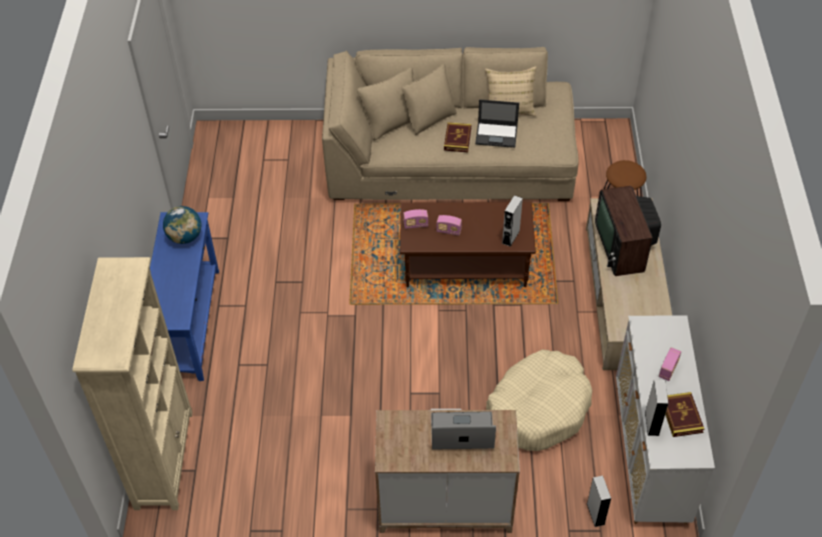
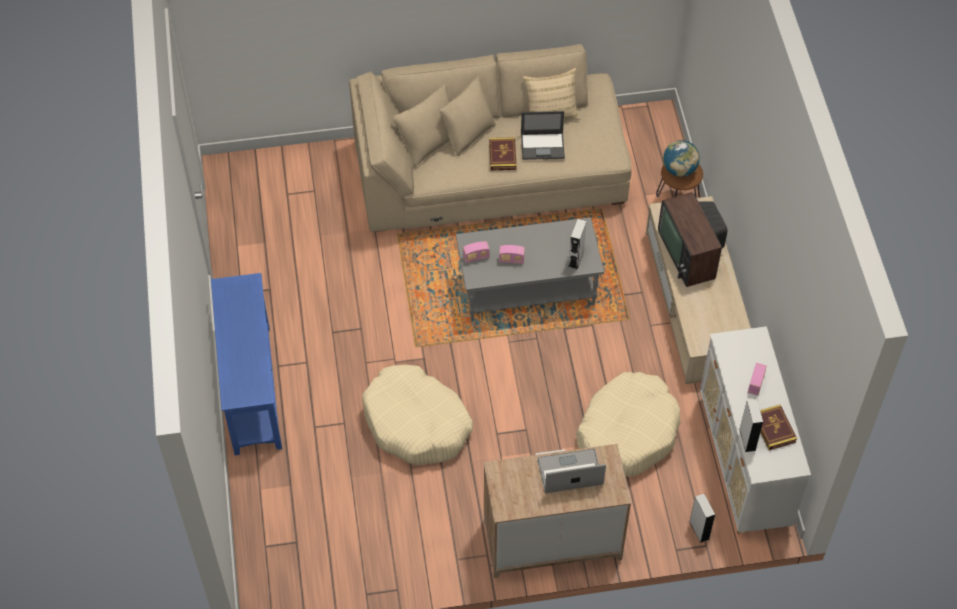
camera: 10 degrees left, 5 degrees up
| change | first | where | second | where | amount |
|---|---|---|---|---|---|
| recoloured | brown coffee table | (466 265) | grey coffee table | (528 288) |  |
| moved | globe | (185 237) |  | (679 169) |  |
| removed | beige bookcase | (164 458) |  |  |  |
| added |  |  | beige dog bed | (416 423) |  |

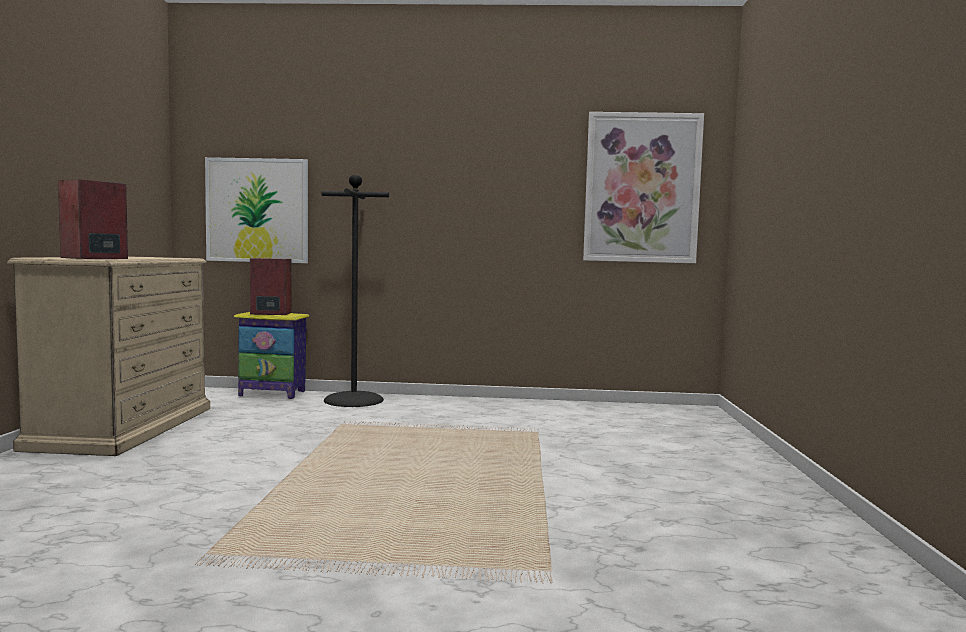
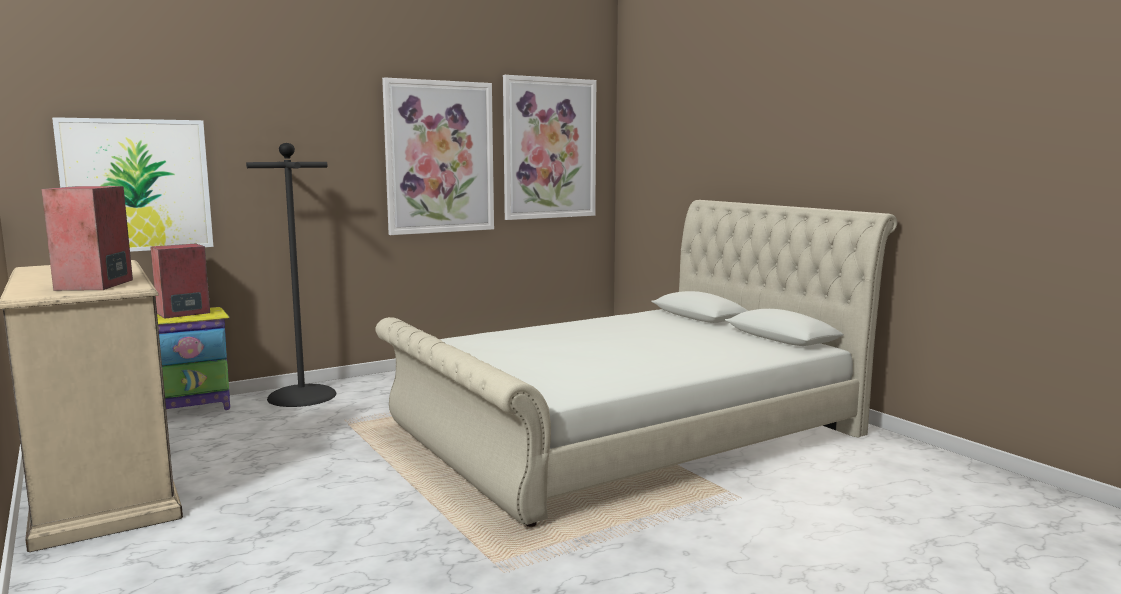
camera: 35 degrees left, 5 degrees up
| change | first | where | second | where | amount |
|---|---|---|---|---|---|
| added |  |  | picture | (439 157) |  |
| added |  |  | beige bed | (629 429) |  |

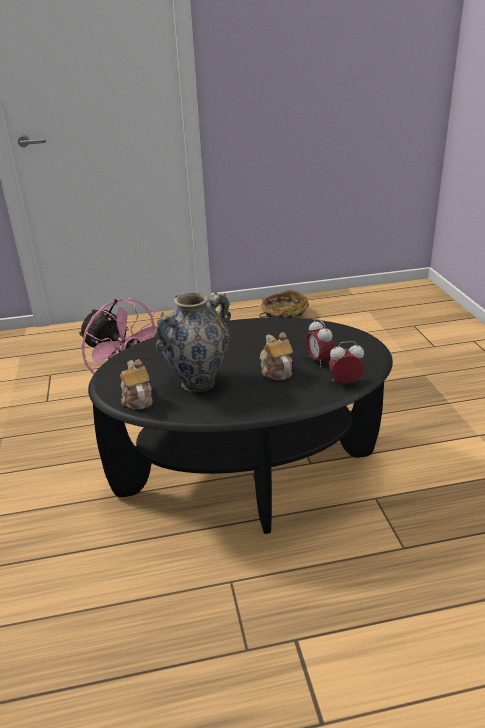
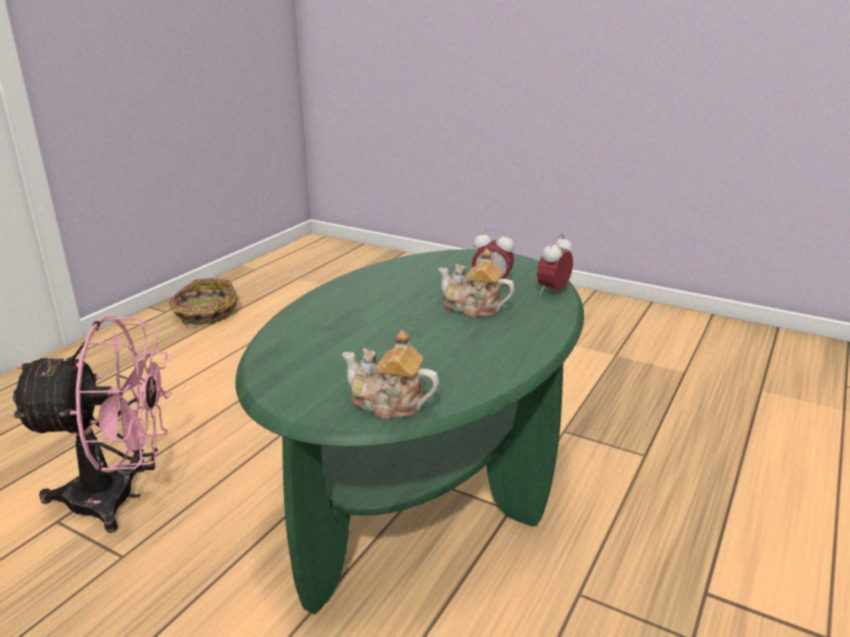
camera: 50 degrees left, 5 degrees down
| change | first | where | second | where | amount |
|---|---|---|---|---|---|
| removed | vase | (198 383) |  |  |  |
| recoloured | black coffee table | (247 474) | green coffee table | (425 484) |  |

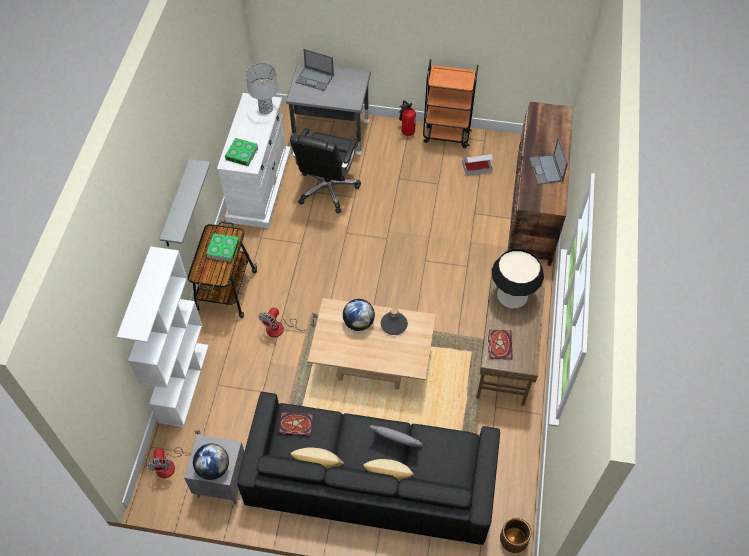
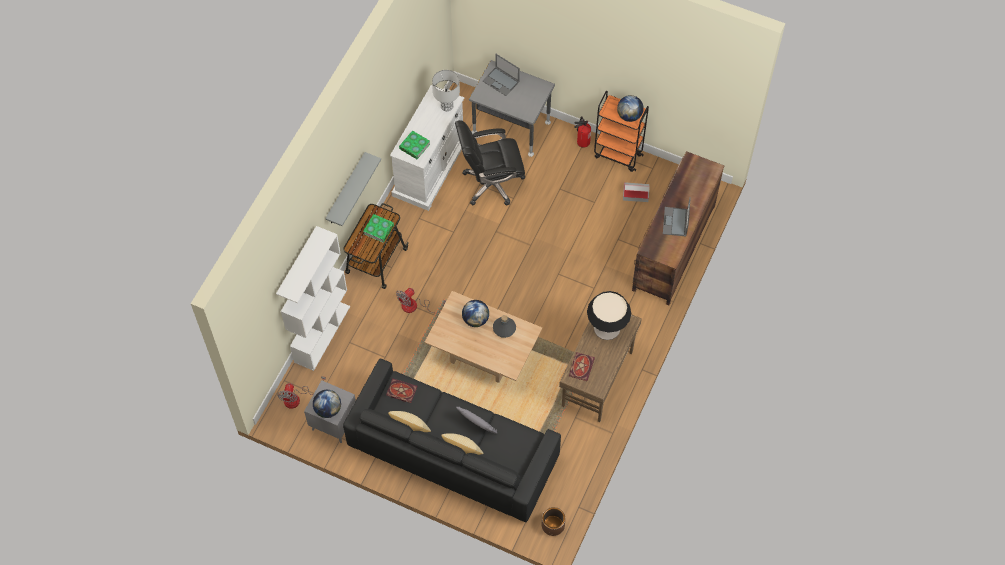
camera: 15 degrees right, 5 degrees up
| change | first | where | second | where | amount |
|---|---|---|---|---|---|
| turned | black office chair | (327 188) |  | (491 184) | 45 degrees clockwise |
| added |  |  | globe | (629 115) |  |

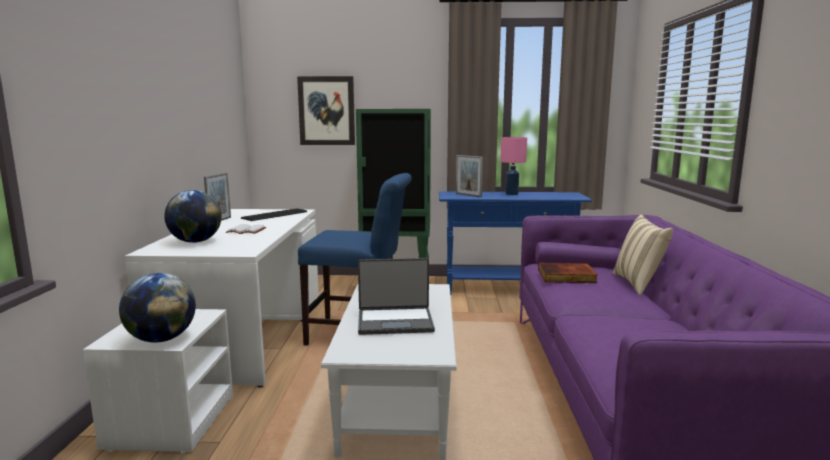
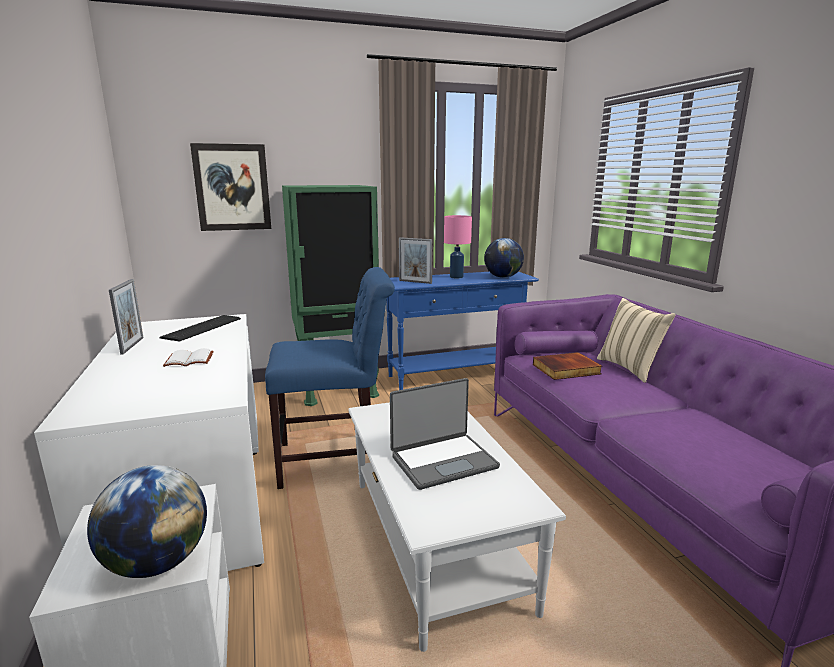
camera: 20 degrees left, 5 degrees up
| change | first | where | second | where | amount |
|---|---|---|---|---|---|
| moved | globe | (195 241) |  | (502 277) |  |

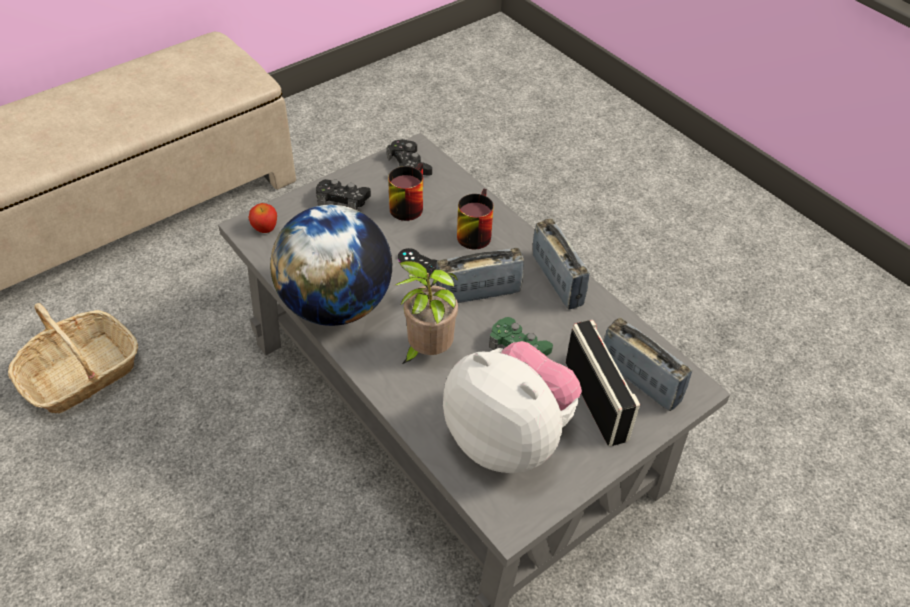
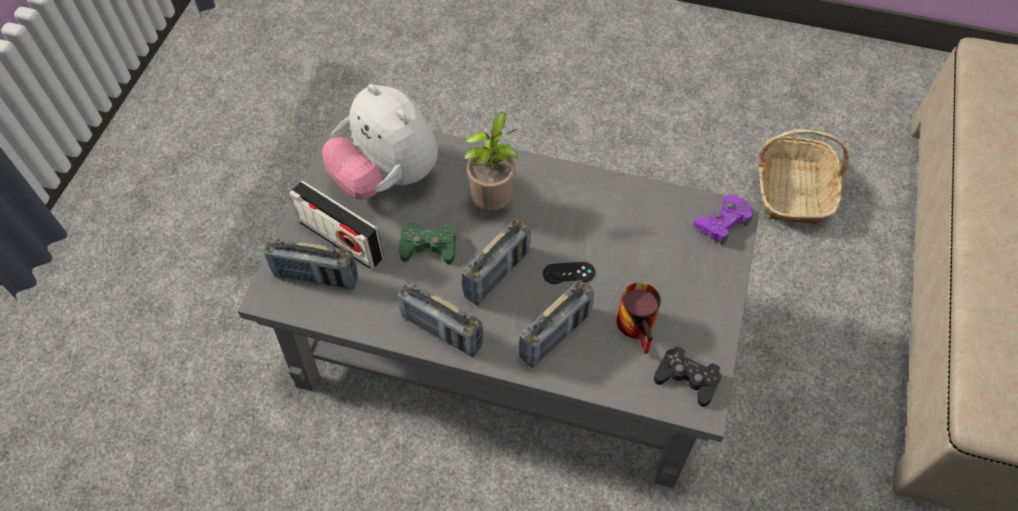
camera: 145 degrees right, 10 degrees up
| change | first | where | second | where | amount |
|---|---|---|---|---|---|
| removed | black game controller | (343 200) |  |  |  |
| replaced | mug | (472 232) | radio | (555 336) |  |
| replaced | apple | (265 228) | purple game controller | (722 223) |  |
| removed | globe | (336 305) |  |  |  |
| turned | plush toy | (509 437) |  | (387 177) | 45 degrees clockwise |

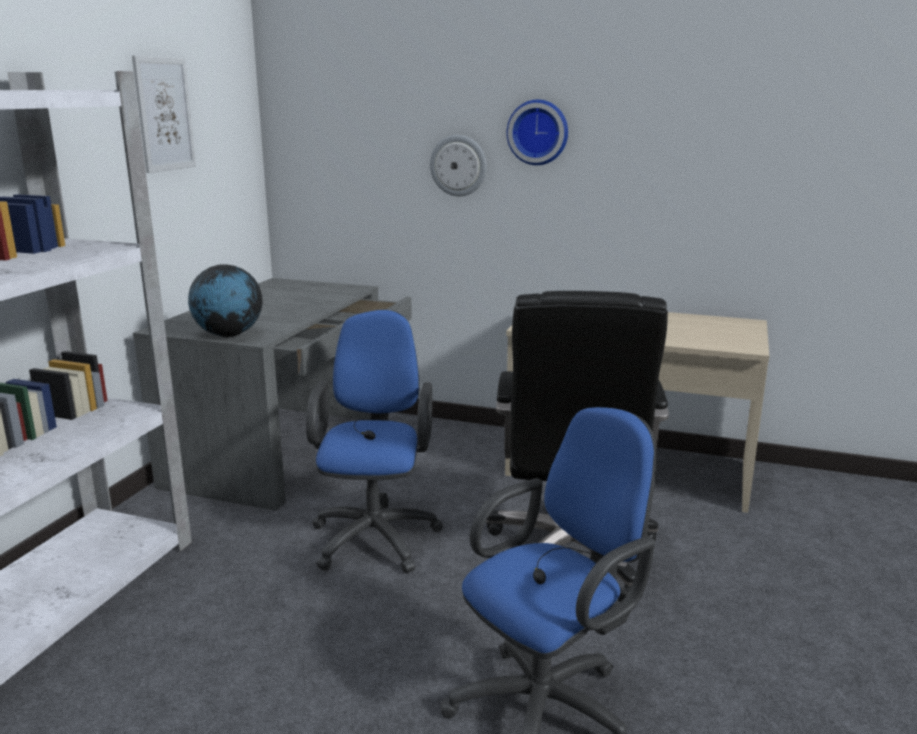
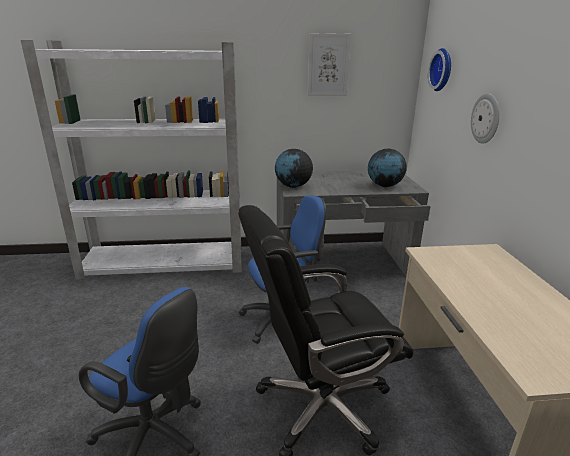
camera: 65 degrees right, 5 degrees up
| change | first | where | second | where | amount |
|---|---|---|---|---|---|
| moved | wall clock | (538 132) |  | (443 70) |  |
| added |  |  | globe | (384 186) |  |

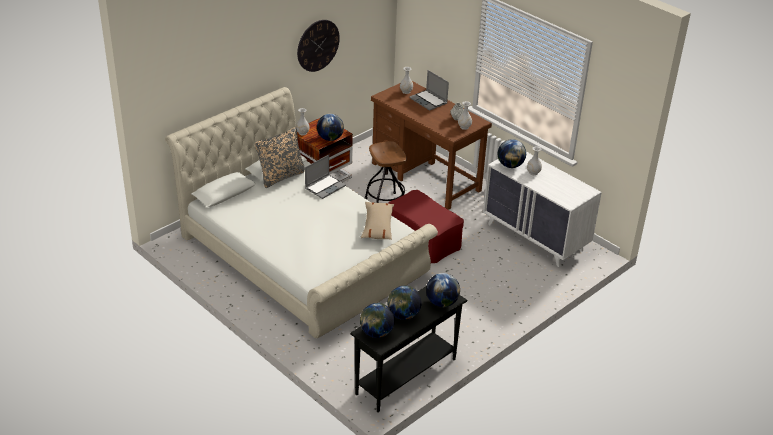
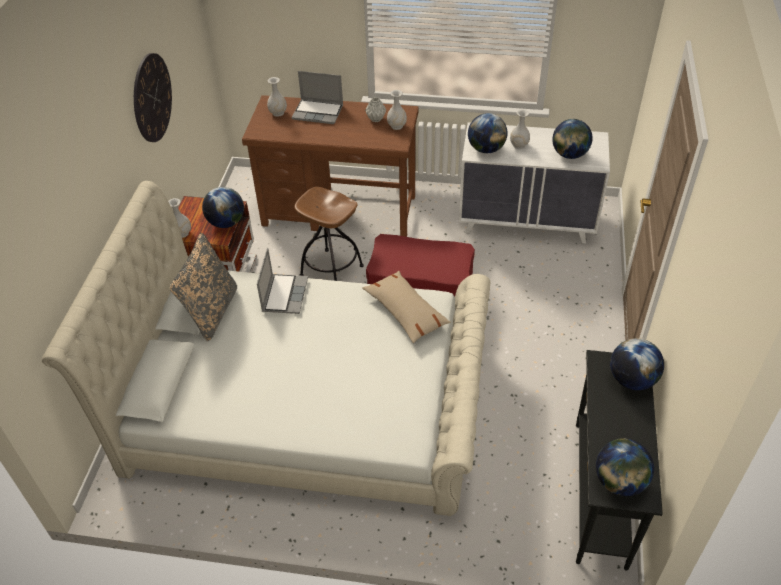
camera: 35 degrees left, 10 degrees up
| change | first | where | second | where | amount |
|---|---|---|---|---|---|
| moved | globe | (403 315) |  | (569 155) |  |

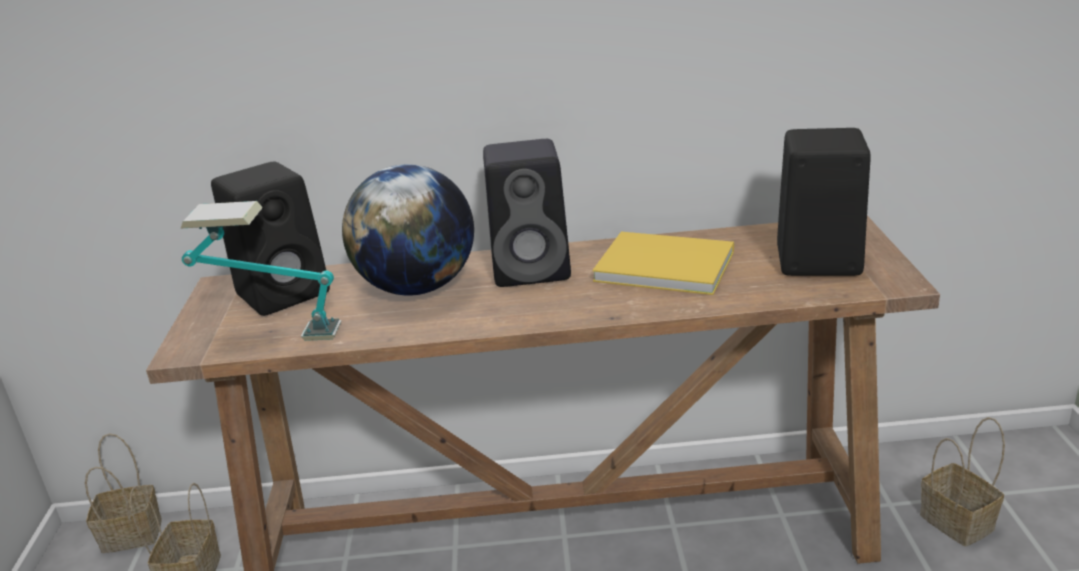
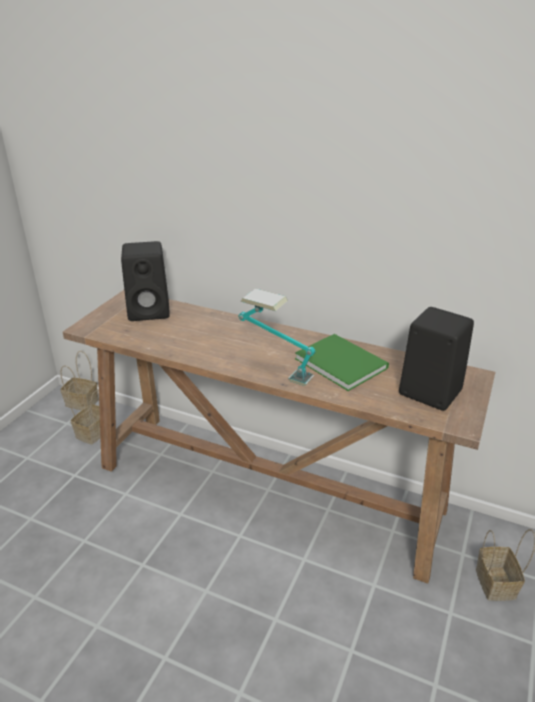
camera: 25 degrees right, 5 degrees up
| change | first | where | second | where | amount |
|---|---|---|---|---|---|
| removed | black speaker | (534 269) |  |  |  |
| removed | globe | (418 287) |  |  |  |
| moved | table lamp | (273 334) |  | (275 370) |  |
| recoloured | yellow book | (661 264) | green book | (340 361) |  |

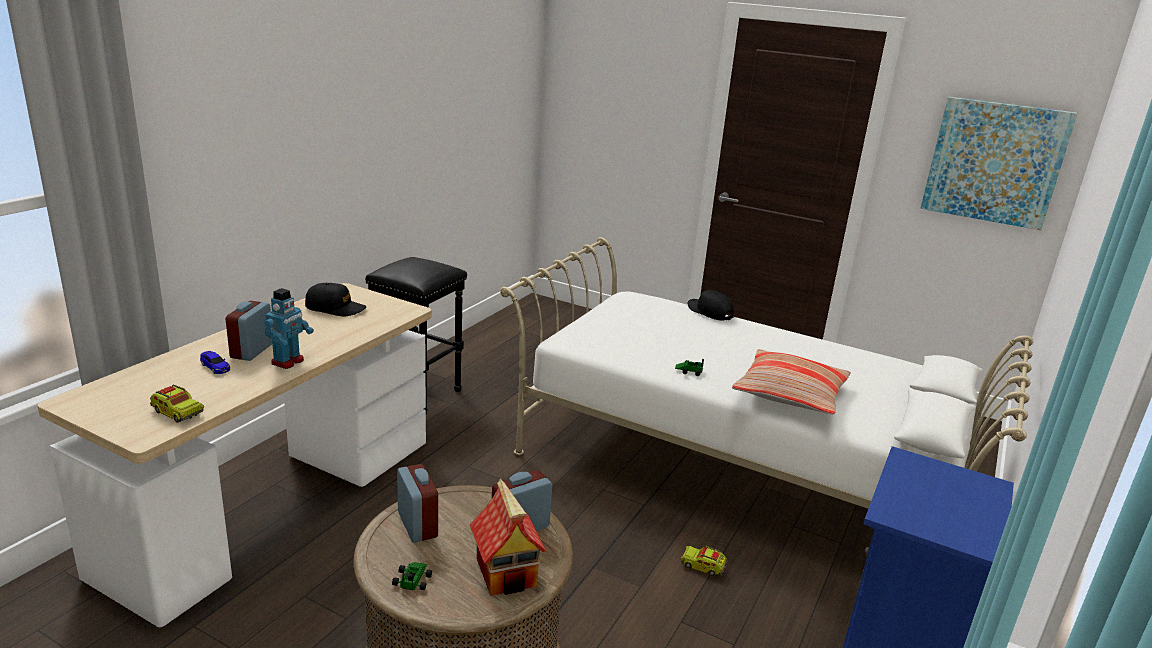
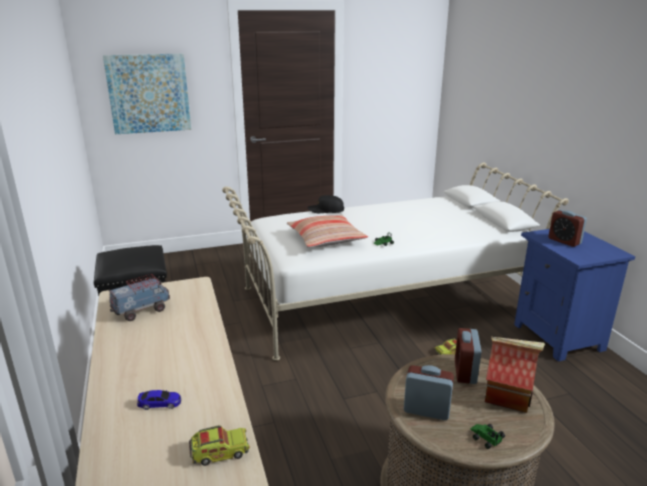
camera: 45 degrees left, 0 degrees up
| change | first | where | second | where | amount |
|---|---|---|---|---|---|
| moved | picture | (994 162) |  | (149 93) |  |
| replaced | black cap | (335 308) | toy truck | (141 311) |  |
| removed | toy robot | (288 362) |  |  |  |
| moved | alarm clock | (252 351) |  | (564 241) |  |
| moved | pillow | (790 393) |  | (326 239) |  |

